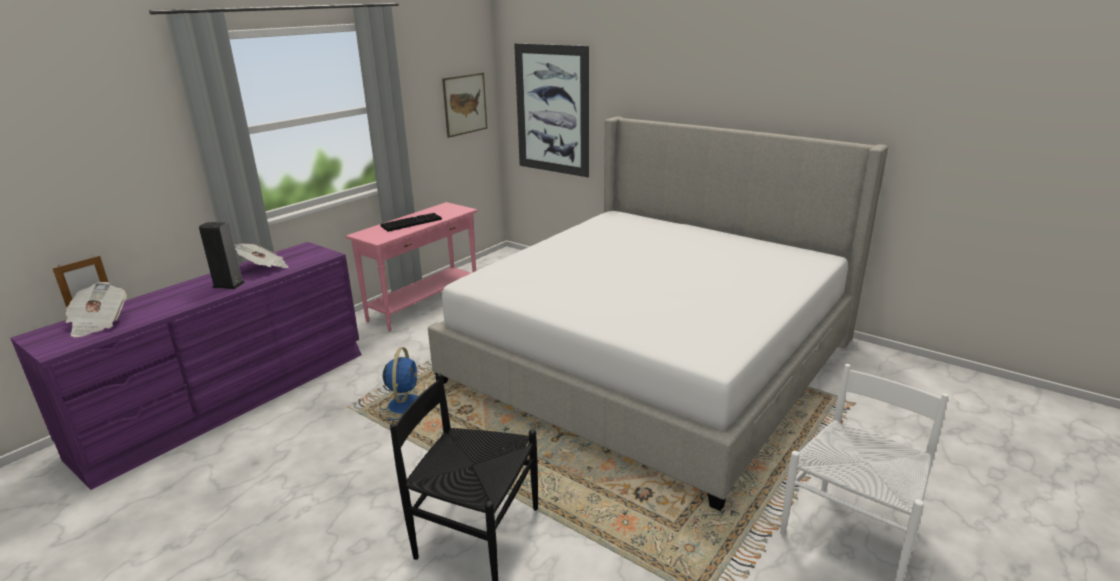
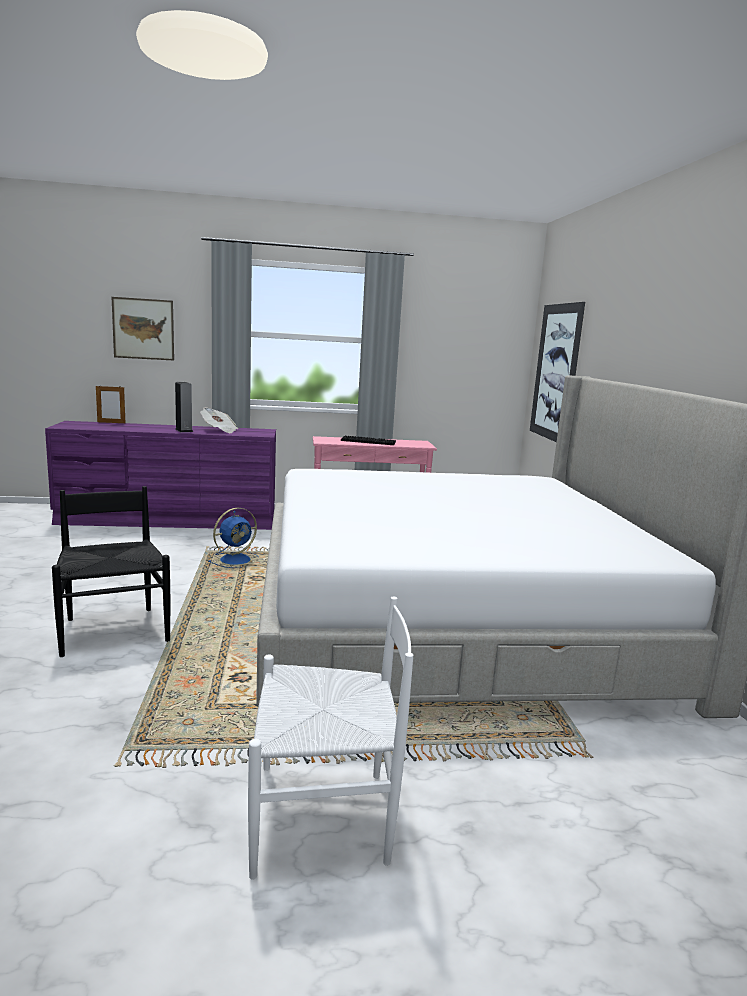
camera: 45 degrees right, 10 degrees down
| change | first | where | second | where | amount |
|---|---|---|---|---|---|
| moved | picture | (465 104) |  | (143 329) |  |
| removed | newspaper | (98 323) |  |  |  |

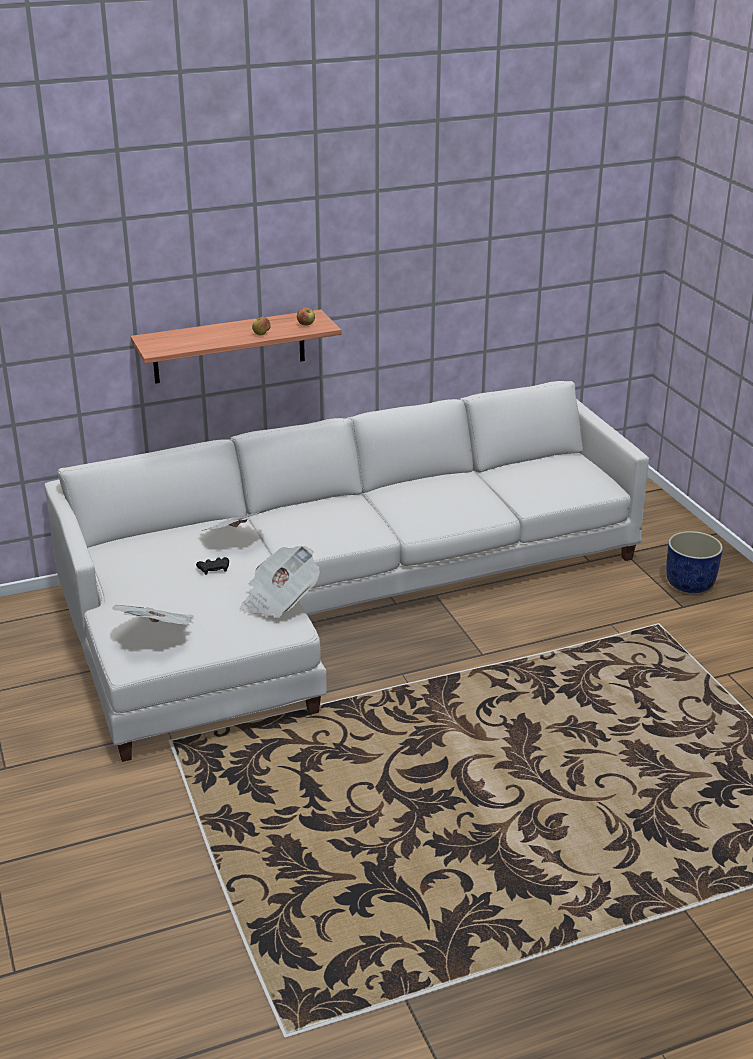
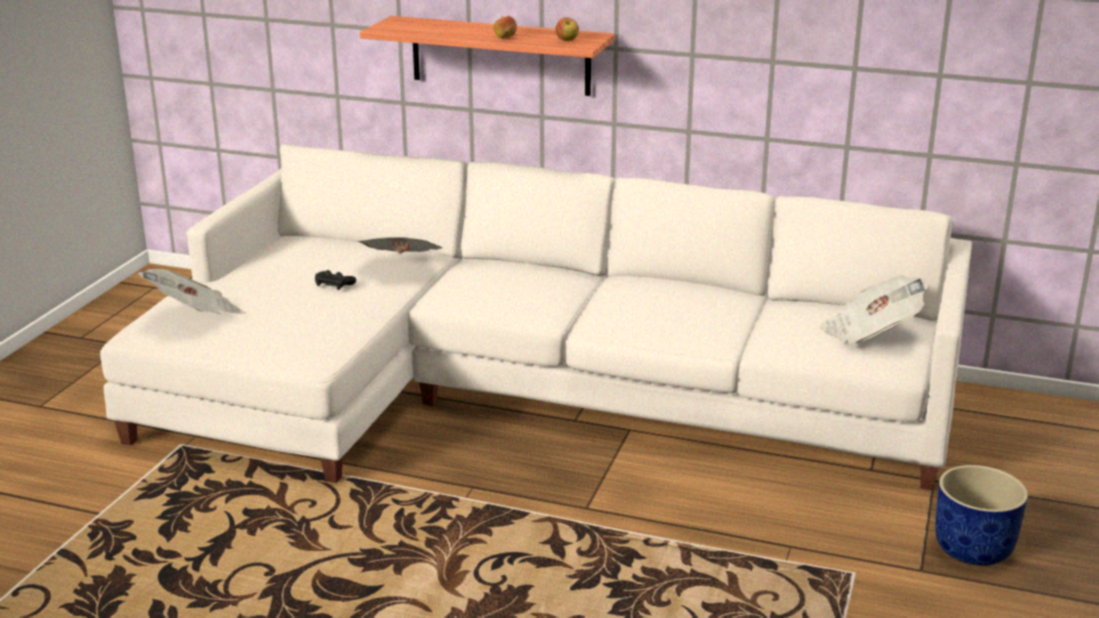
camera: 40 degrees right, 5 degrees down
| change | first | where | second | where | amount |
|---|---|---|---|---|---|
| moved | newspaper | (279 600) |  | (870 333) |  |

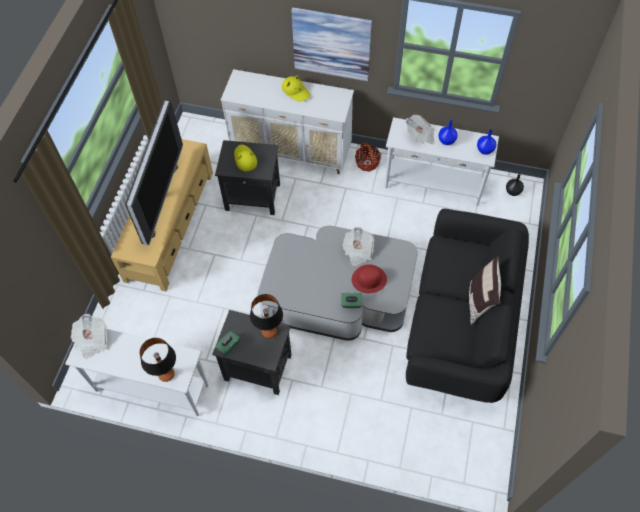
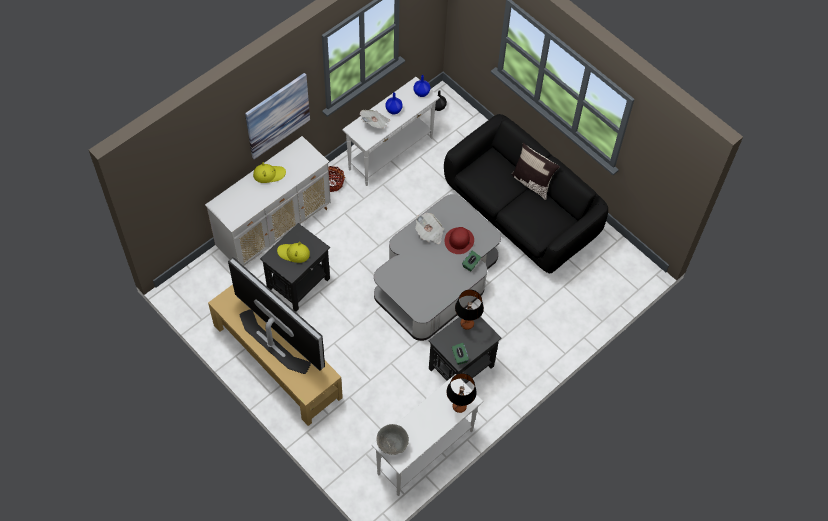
camera: 60 degrees left, 0 degrees up
| change | first | where | second | where | amount |
|---|---|---|---|---|---|
| replaced | newspaper | (92 340) | grey bowl | (392 445) |  |

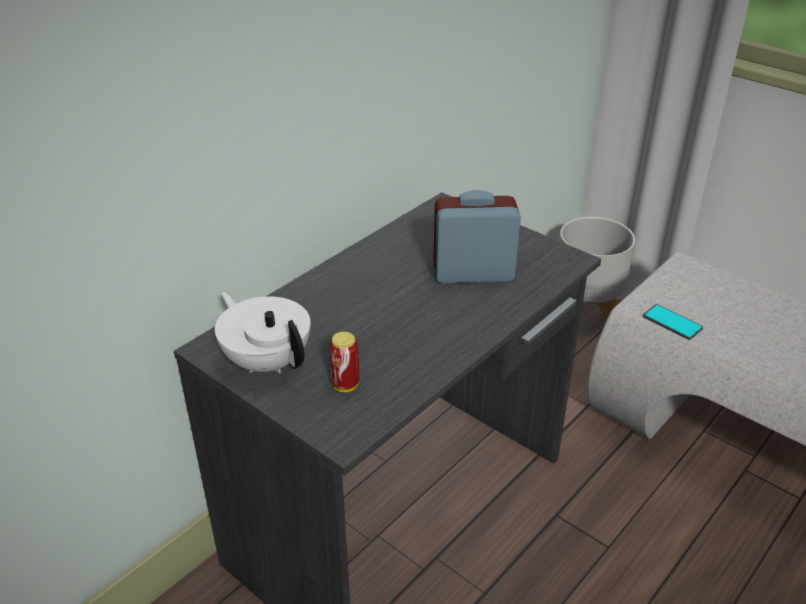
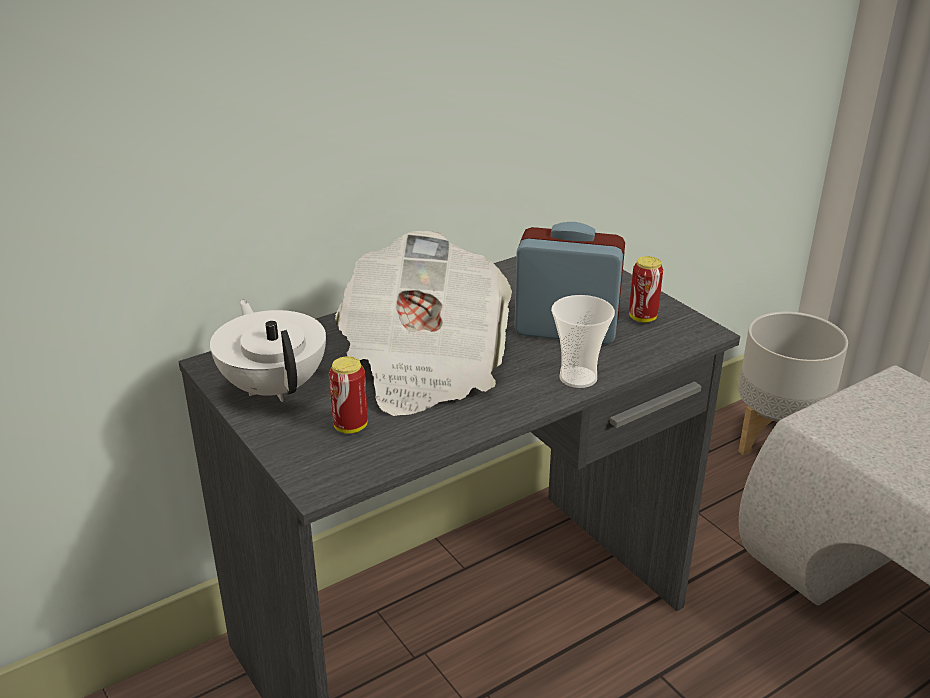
camera: 15 degrees right, 5 degrees down
| change | first | where | second | where | amount |
|---|---|---|---|---|---|
| removed | phone | (672 322) |  |  |  |
| added |  |  | newspaper | (424 364) |  |
| added |  |  | can | (642 318) |  |
| added |  |  | cup | (578 378) |  |

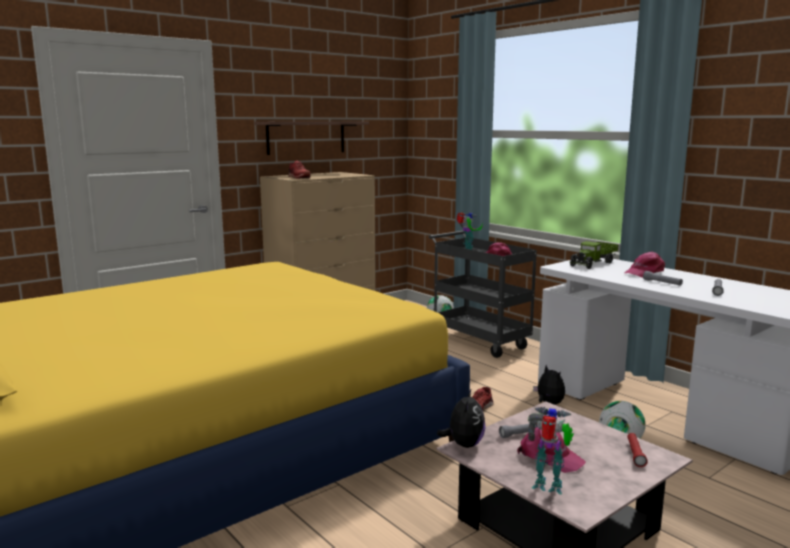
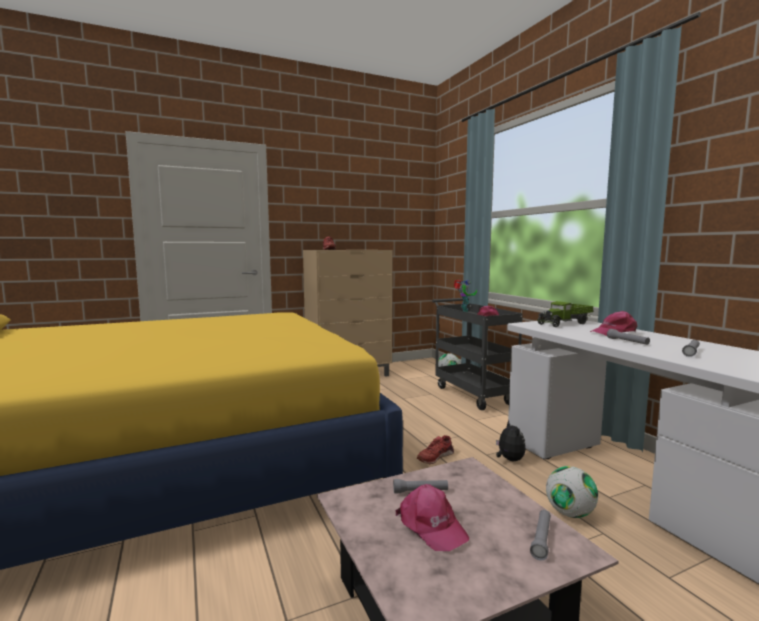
camera: 15 degrees right, 5 degrees down
| change | first | where | second | where | amount |
|---|---|---|---|---|---|
| removed | shelf | (306 137) |  |  |  |
| removed | plush toy | (464 444) |  |  |  |
| removed | toy robot | (549 487) |  |  |  |
| recoloured | red flashlight | (635 454) | grey flashlight | (541 539) |  |

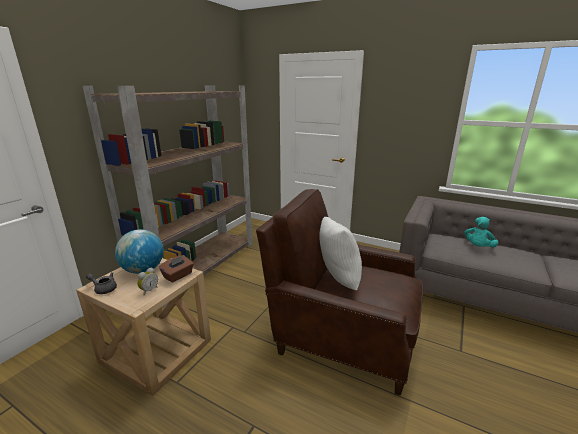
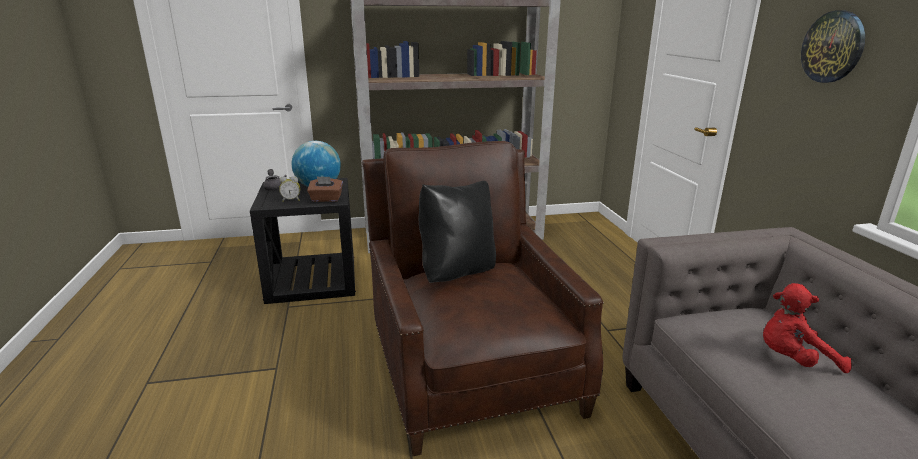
camera: 50 degrees right, 0 degrees up
| change | first | where | second | where | amount |
|---|---|---|---|---|---|
| recoloured | white pillow | (337 279) | black pillow | (457 273) |  |
| recoloured | turquoise plush toy | (478 247) | red plush toy | (793 360) |  |
| recoloured | beige side table | (156 350) | black side table | (312 279) |  |
| added |  |  | wall clock | (833 47) |  |

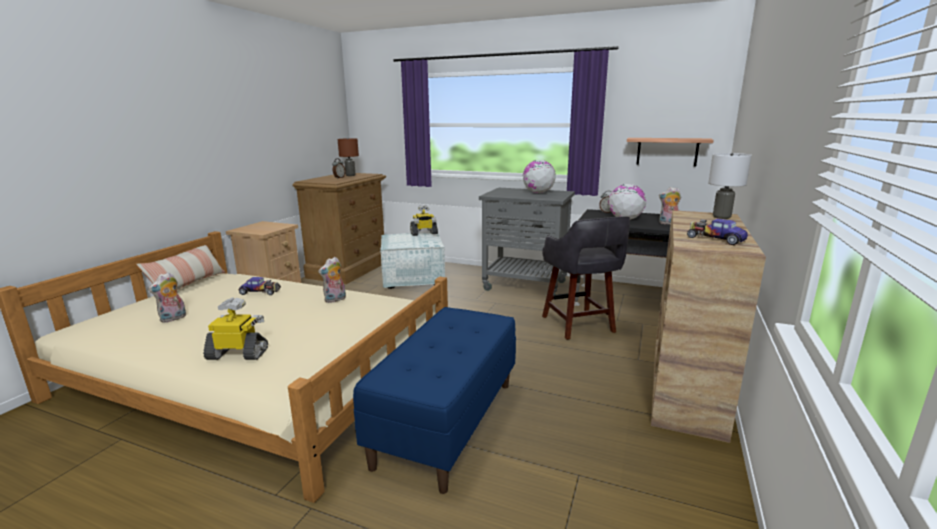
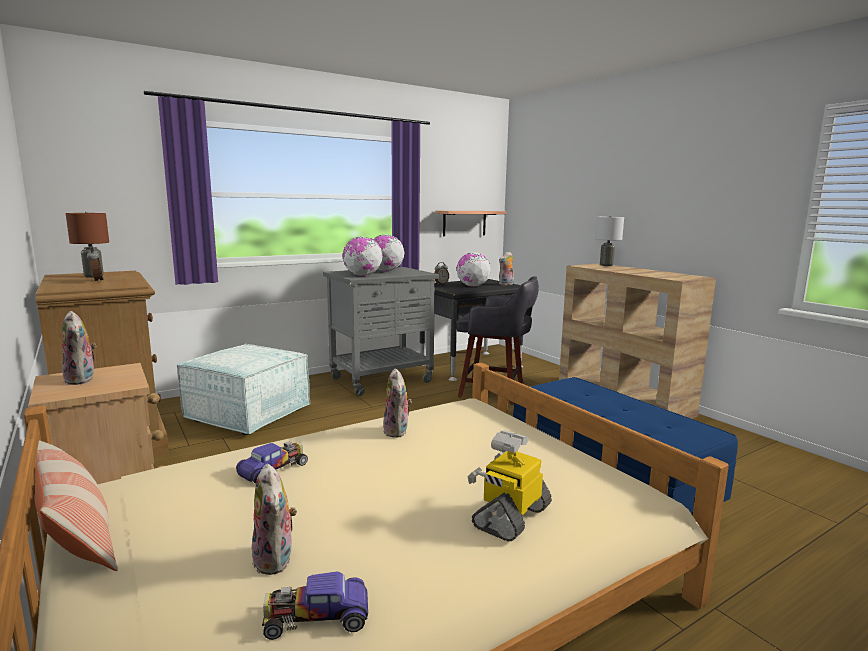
camera: 55 degrees left, 5 degrees down
| change | first | where | second | where | amount |
|---|---|---|---|---|---|
| removed | toy robot | (424 233) |  |  |  |
| moved | toy car | (715 239) |  | (316 617) |  |
| added |  |  | globe | (362 275) |  |
| added |  |  | plush toy | (82 379) |  |

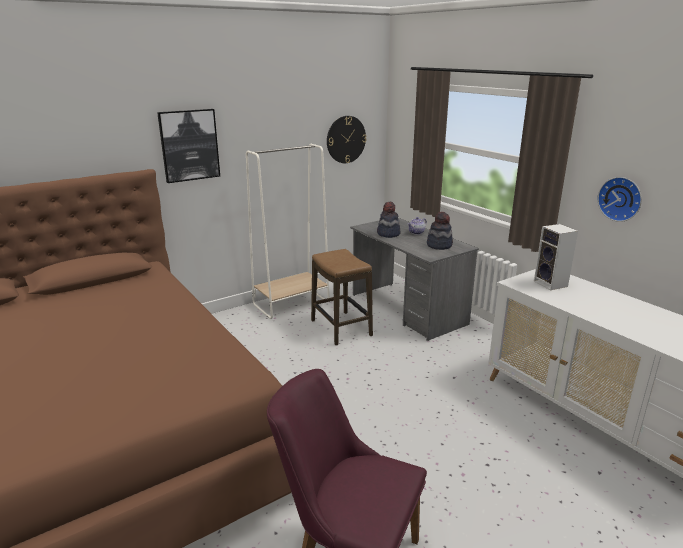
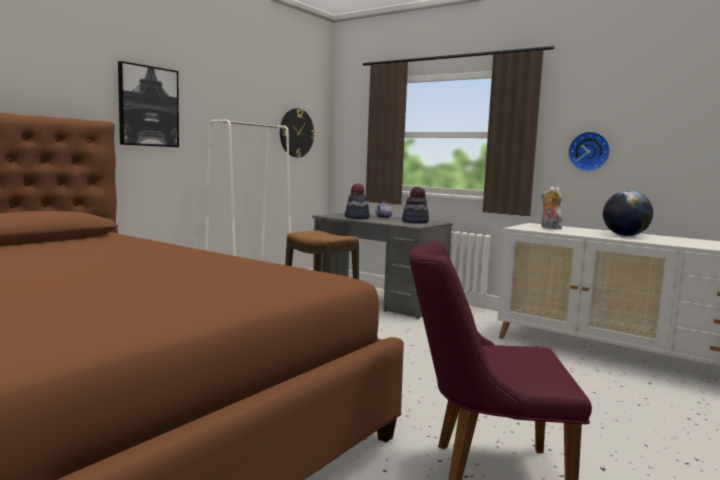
camera: 20 degrees left, 15 degrees down
| change | first | where | second | where | amount |
|---|---|---|---|---|---|
| replaced | speaker | (552 284) | plush toy | (549 228) |  |
| added |  |  | globe | (625 235) |  |

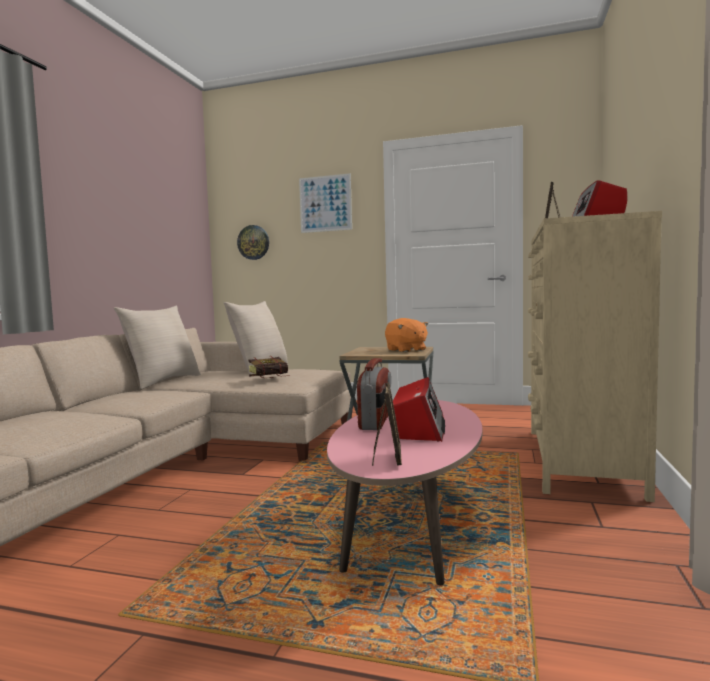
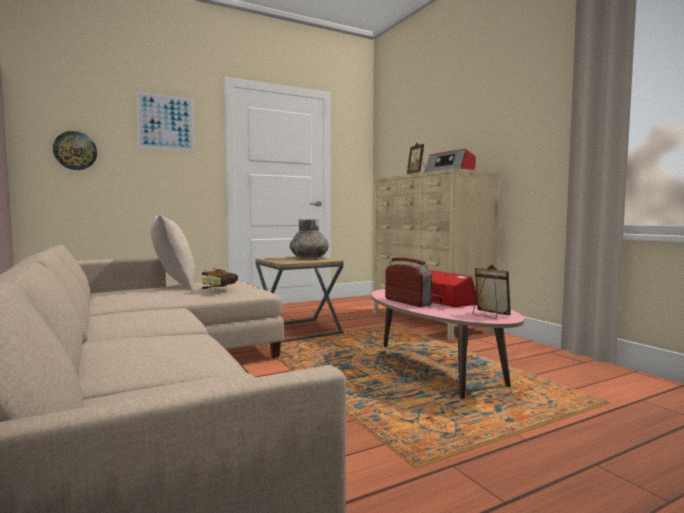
camera: 45 degrees left, 0 degrees up
| change | first | where | second | where | amount |
|---|---|---|---|---|---|
| removed | beige pillow | (162 381) |  |  |  |
| replaced | orange plush toy | (406 350) | grey vase | (309 258) |  |

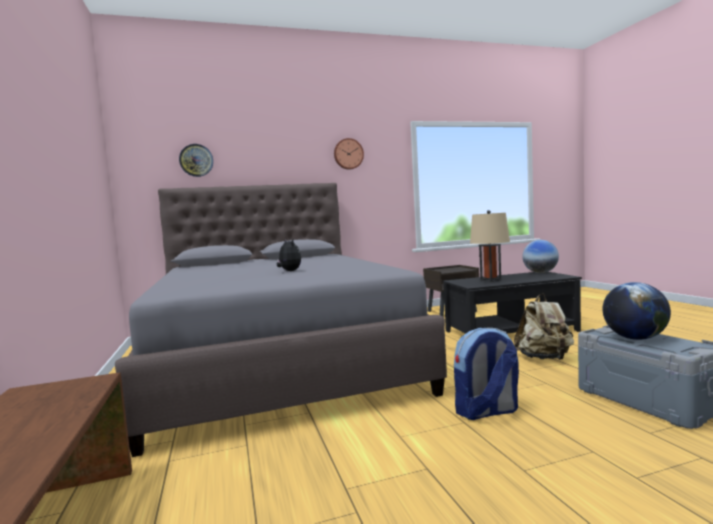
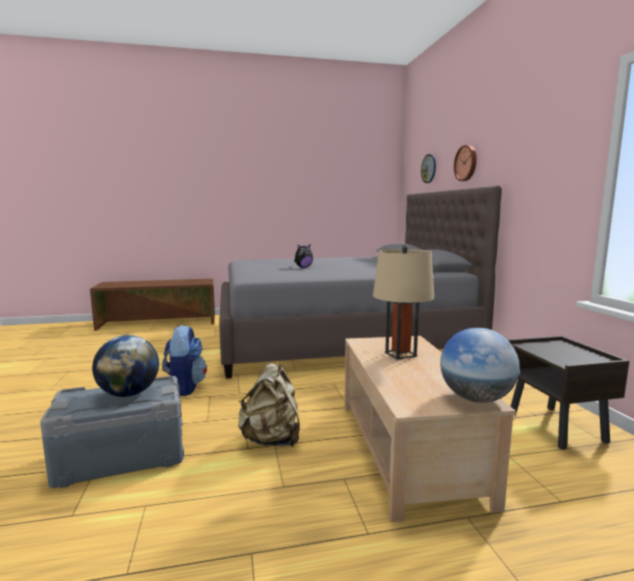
camera: 95 degrees right, 5 degrees up
| change | first | where | second | where | amount |
|---|---|---|---|---|---|
| moved | wall clock | (348 154) |  | (466 163) |  |
| recoloured | black coffee table | (510 331) | beige coffee table | (409 449) |  |

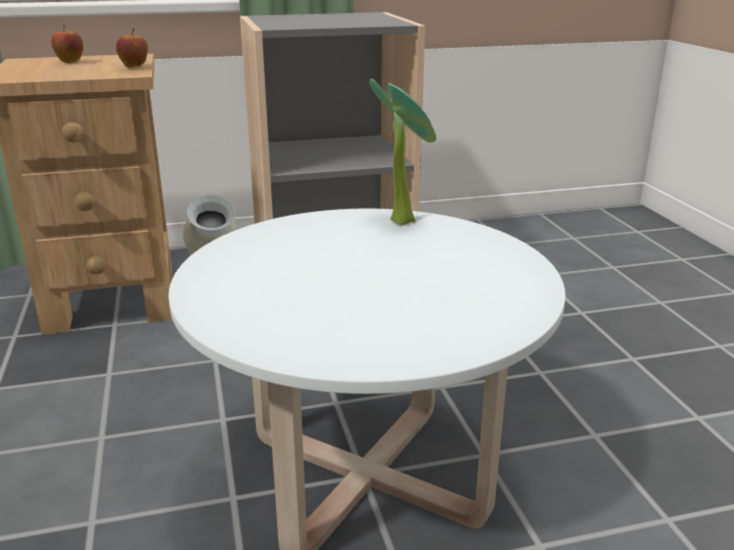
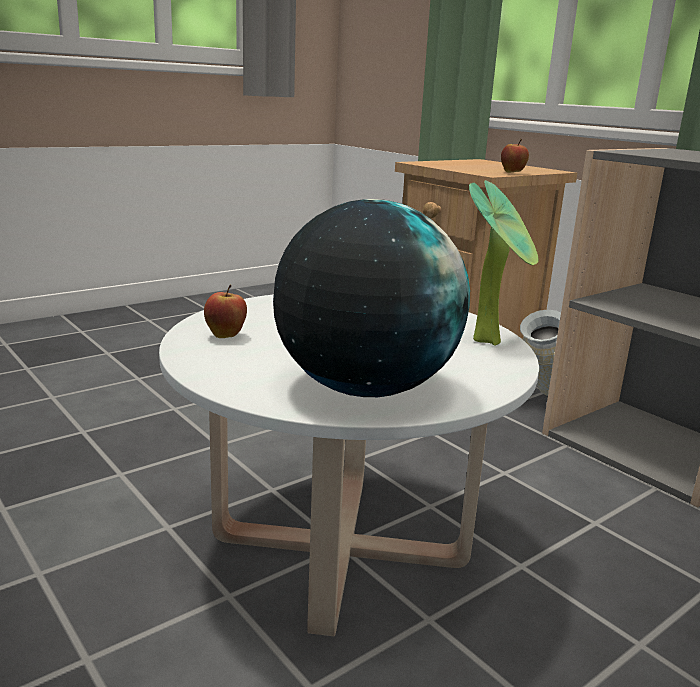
camera: 65 degrees right, 5 degrees down
| change | first | where | second | where | amount |
|---|---|---|---|---|---|
| moved | apple | (70 62) |  | (226 336) |  |
| added |  |  | globe | (365 388) |  |

